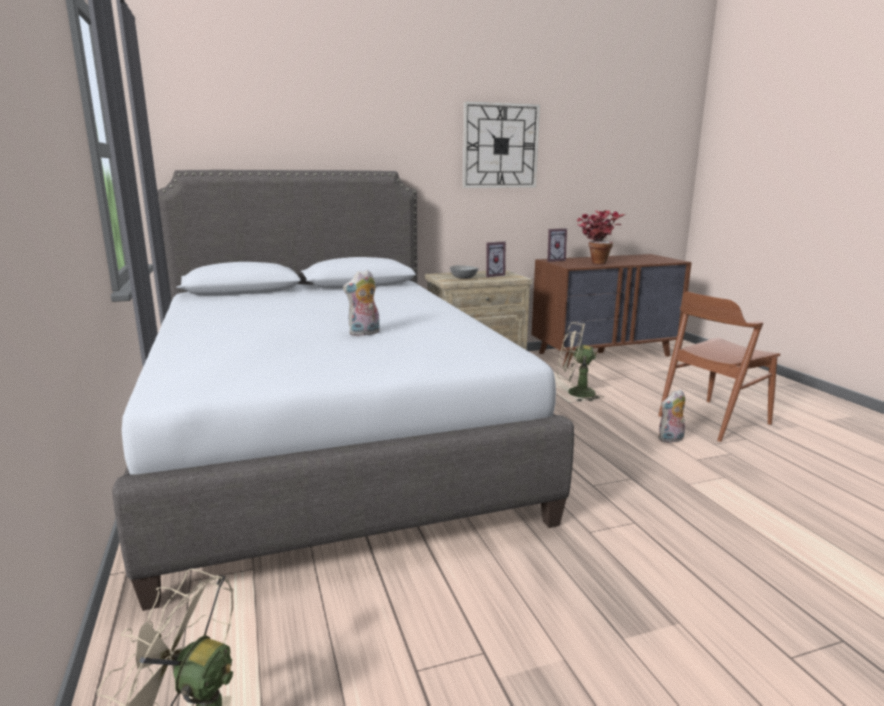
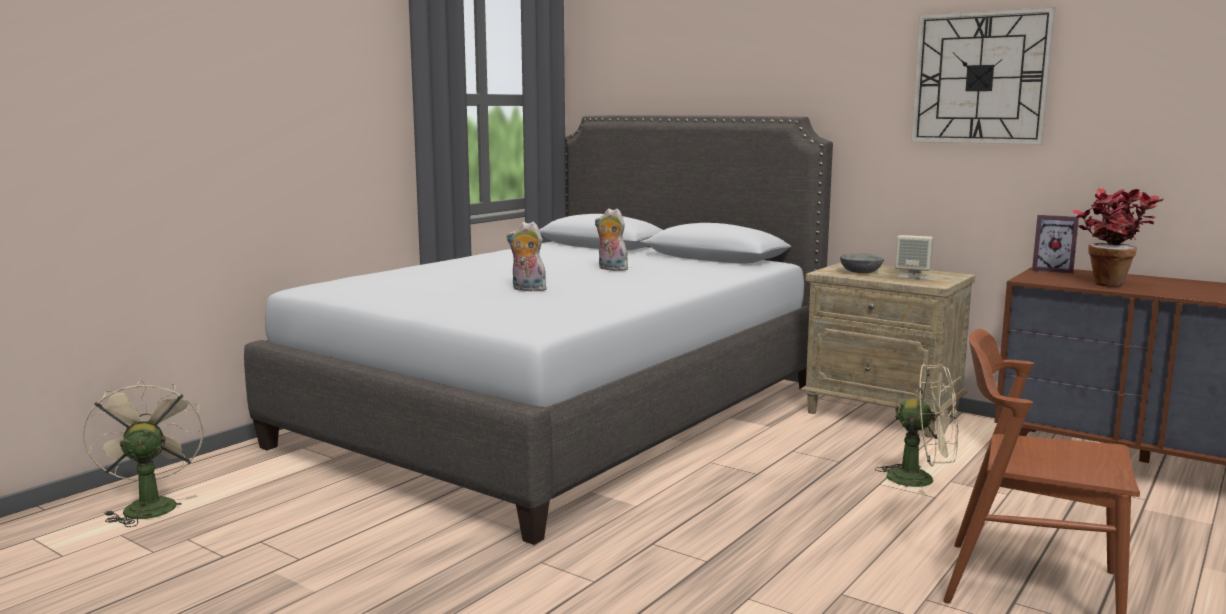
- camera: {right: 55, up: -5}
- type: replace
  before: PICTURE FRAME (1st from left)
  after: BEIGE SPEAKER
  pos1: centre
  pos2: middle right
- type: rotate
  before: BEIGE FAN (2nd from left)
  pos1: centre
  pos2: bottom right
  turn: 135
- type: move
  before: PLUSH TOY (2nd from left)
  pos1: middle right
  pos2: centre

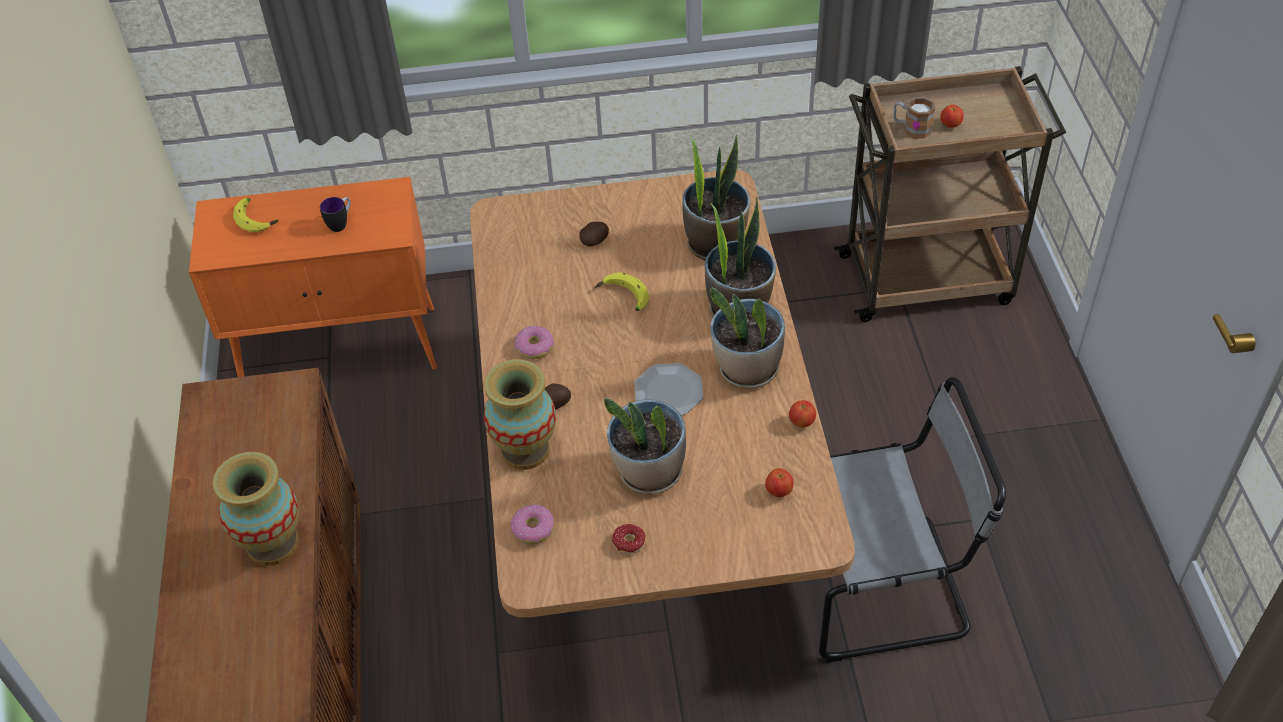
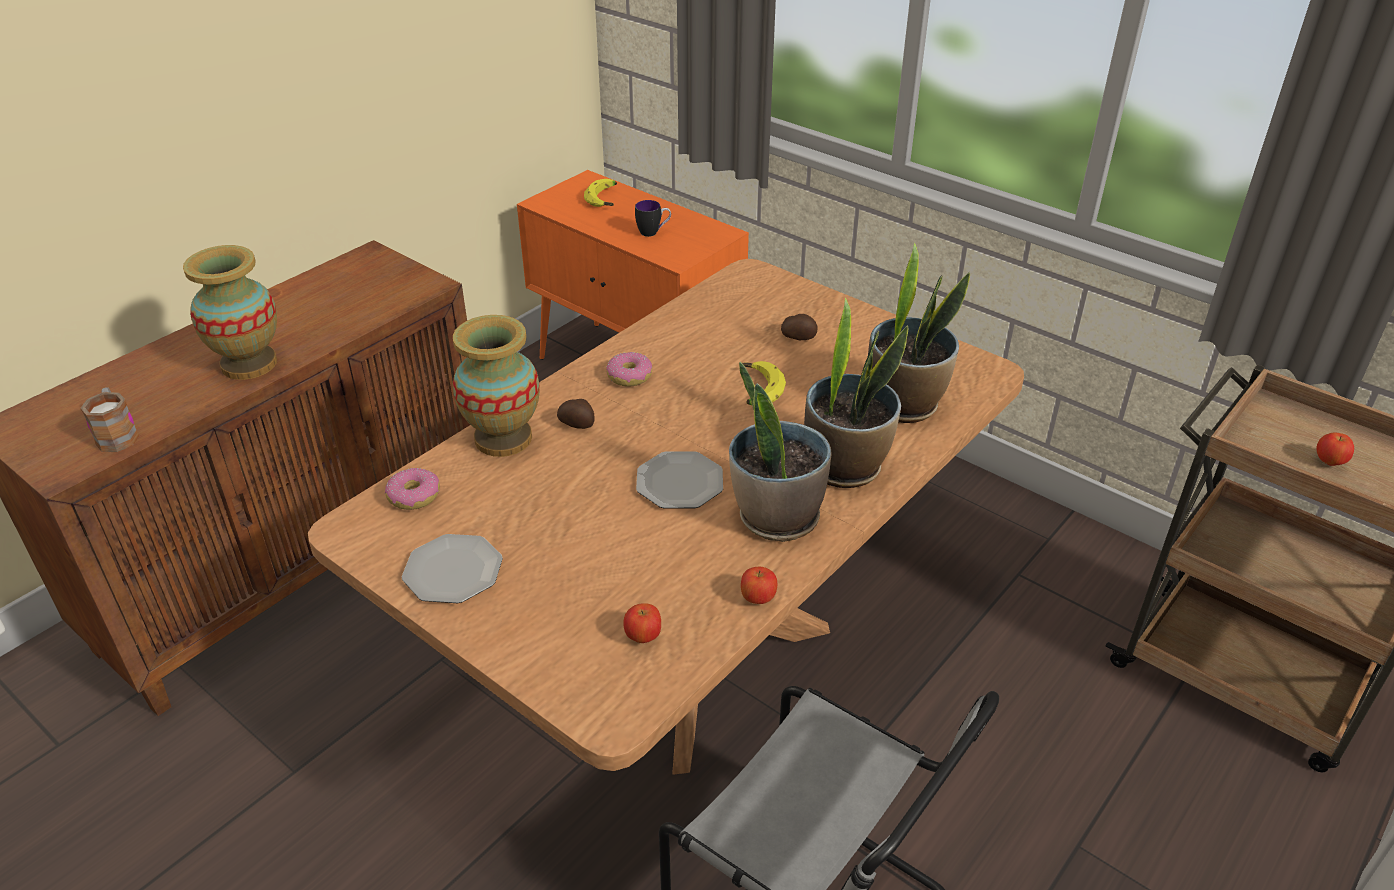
- camera: {right: 45, up: -10}
- type: delete
  before: POTTED PLANT (1st from left)
  pos1: centre
- type: replace
  before: DONUT (3rd from left)
  after: PLATE (1st from left)
  pos1: bottom centre
  pos2: middle left
- type: move
  before: MUG (2nd from left in the first image)
  after: MUG (1st from left)
  pos1: top right
  pos2: middle left

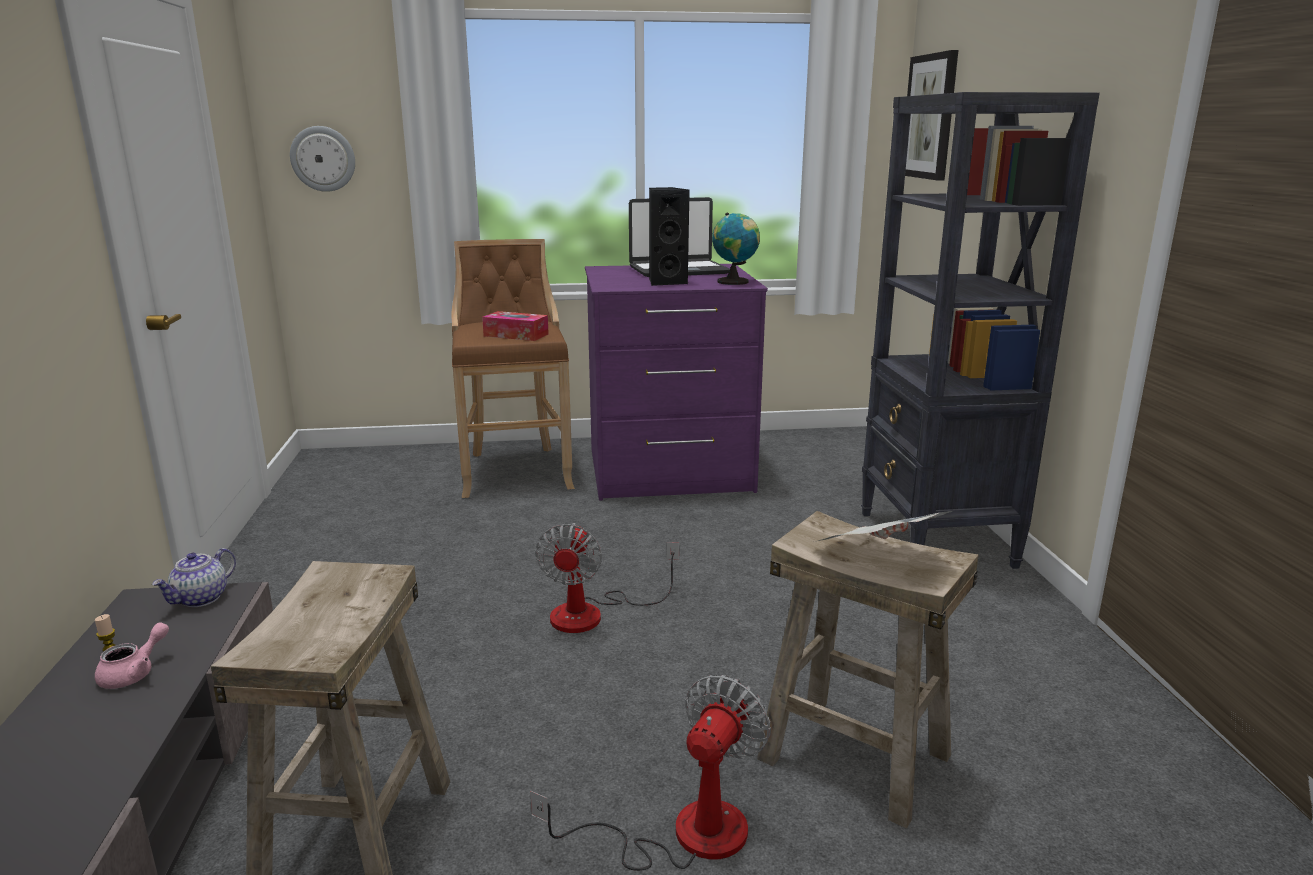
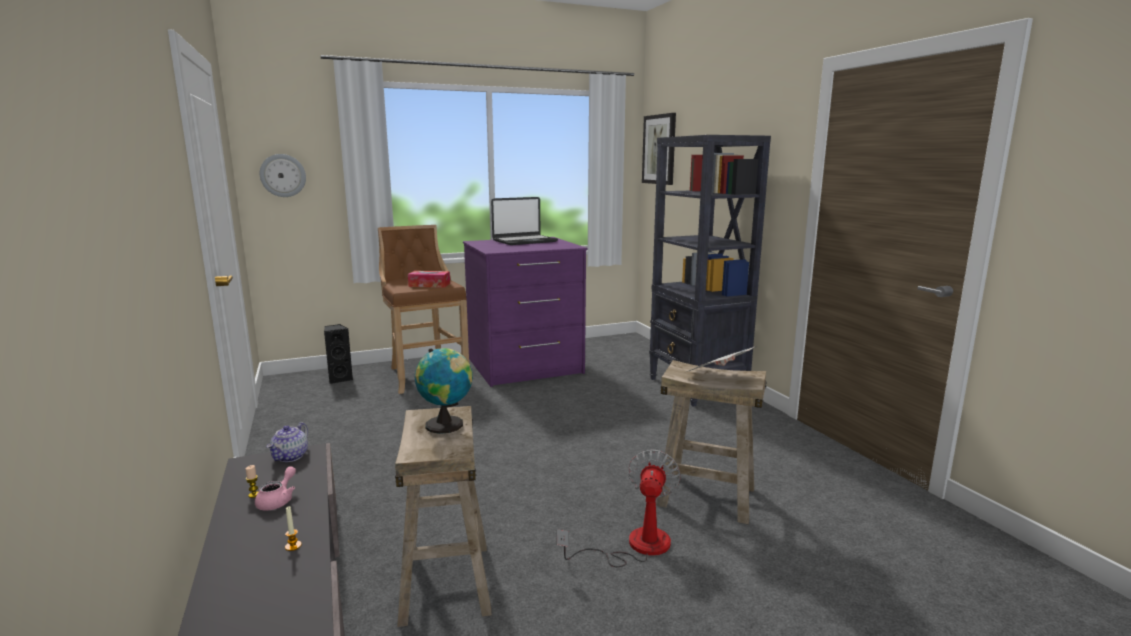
- camera: {right: -15, up: -5}
- type: delete
  before: FAN (1st from left)
  pos1: centre
- type: move
  before: BLACK SPEAKER
  pos1: top centre
  pos2: middle left
- type: move
  before: GLOBE
  pos1: top centre
  pos2: centre
- type: insert
  after: CANDLE (2nd from left)
  pos2: bottom left

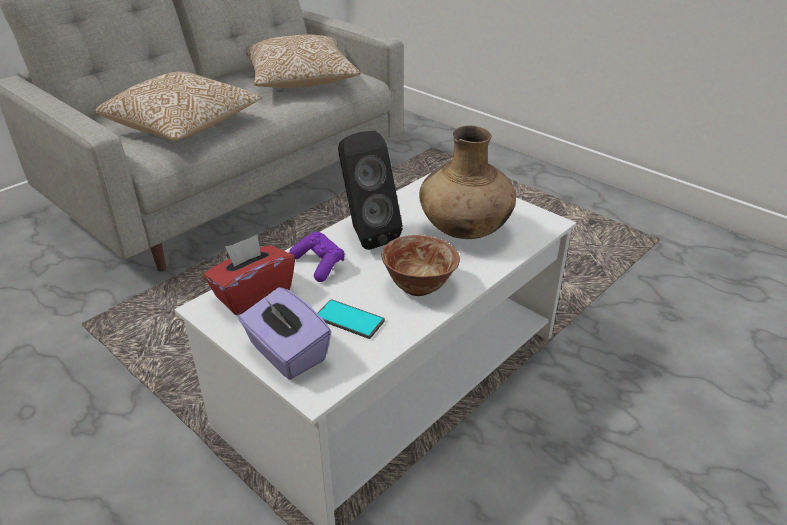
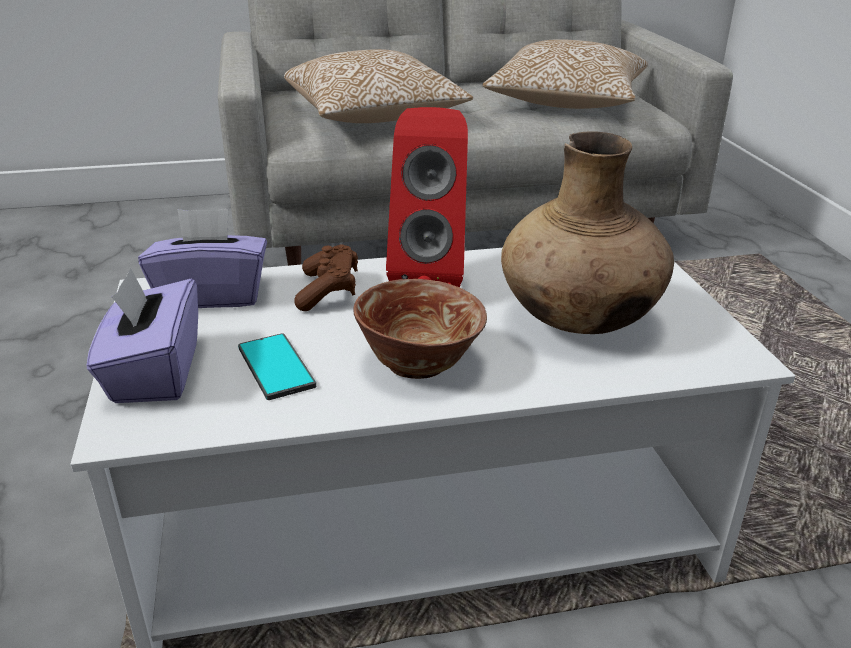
- camera: {right: 35, up: -5}
- type: recolor
  before: RED TISSUE BOX
  after: PURPLE TISSUE BOX (2nd from left)
  pos1: middle left
  pos2: middle left
- type: recolor
  before: PURPLE GAME CONTROLLER
  after: BROWN GAME CONTROLLER
  pos1: centre
  pos2: centre
- type: recolor
  before: BLACK SPEAKER
  after: RED SPEAKER
  pos1: centre
  pos2: top centre

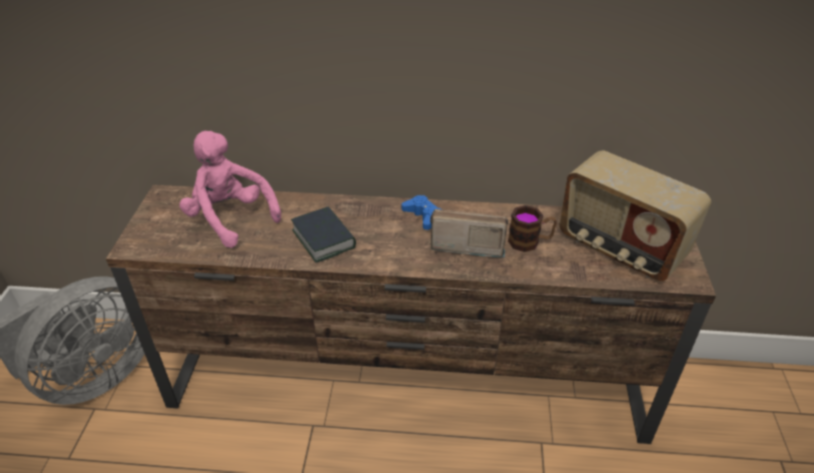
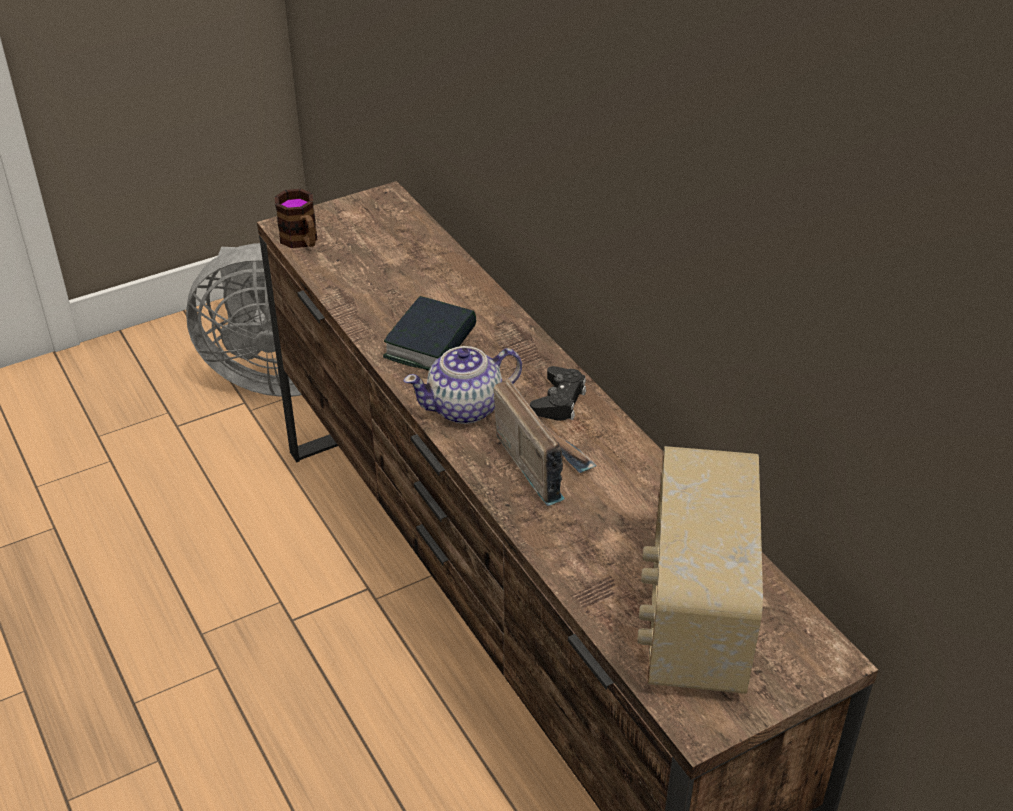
- camera: {right: 55, up: 0}
- type: delete
  before: PINK PLUSH TOY
  pos1: middle left
- type: recolor
  before: BLUE GAME CONTROLLER
  after: BLACK GAME CONTROLLER
  pos1: centre
  pos2: centre
- type: move
  before: MUG
  pos1: centre
  pos2: top left
- type: insert
  after: TEAPOT
  pos2: centre

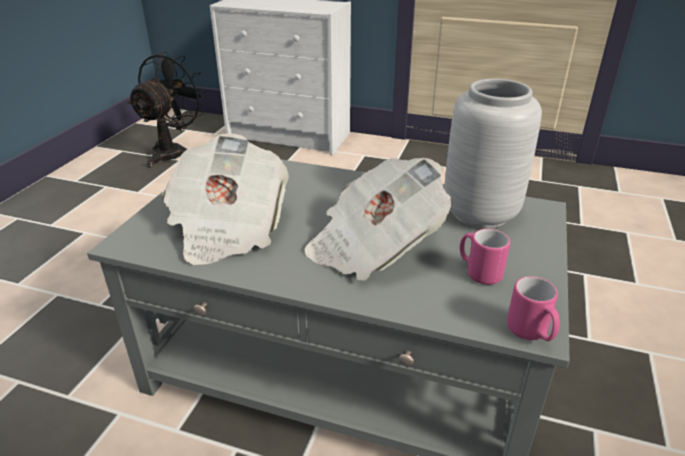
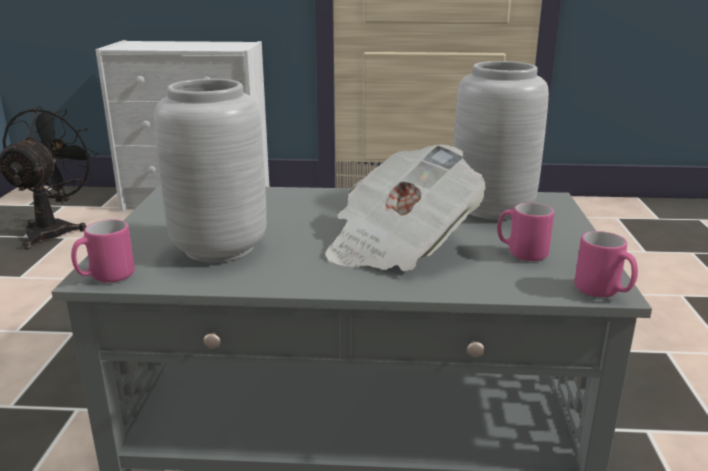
- camera: {right: -15, up: -10}
- type: replace
  before: NEWSPAPER (1st from left)
  after: GREY VASE (1st from left)
  pos1: middle left
  pos2: middle left
- type: insert
  after: PINK MUG (1st from left)
  pos2: middle left

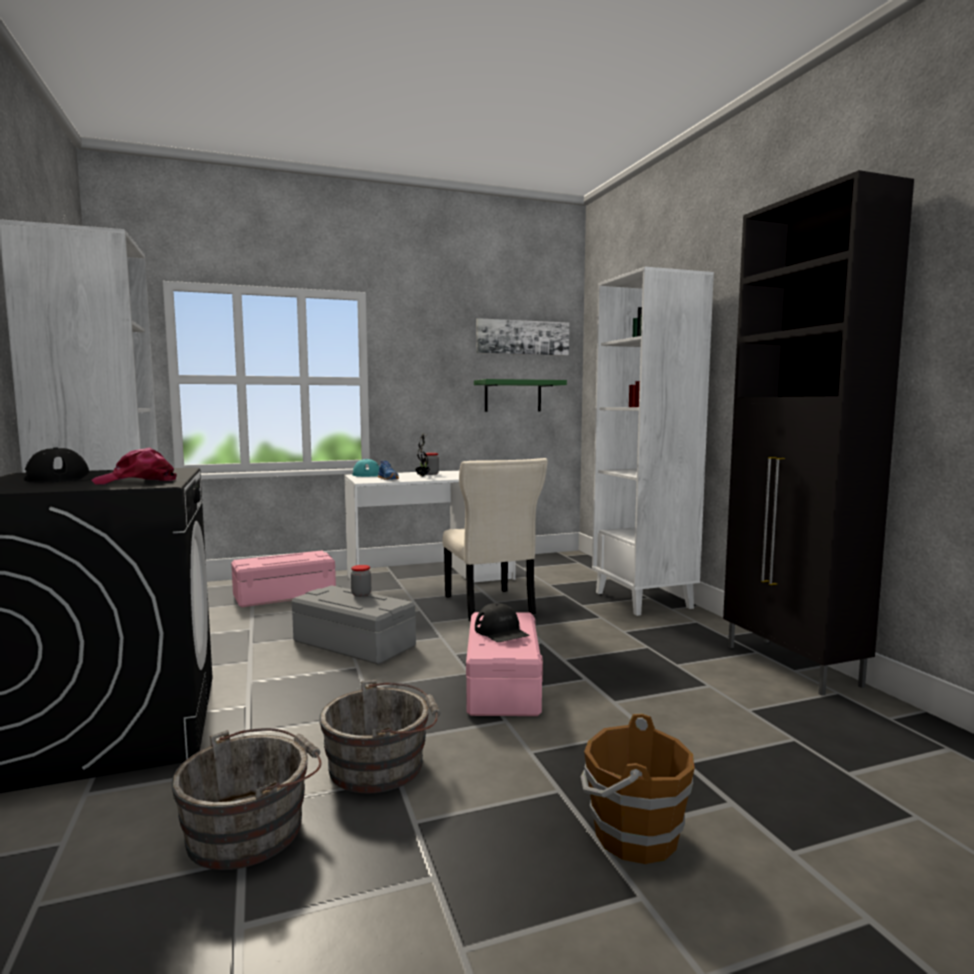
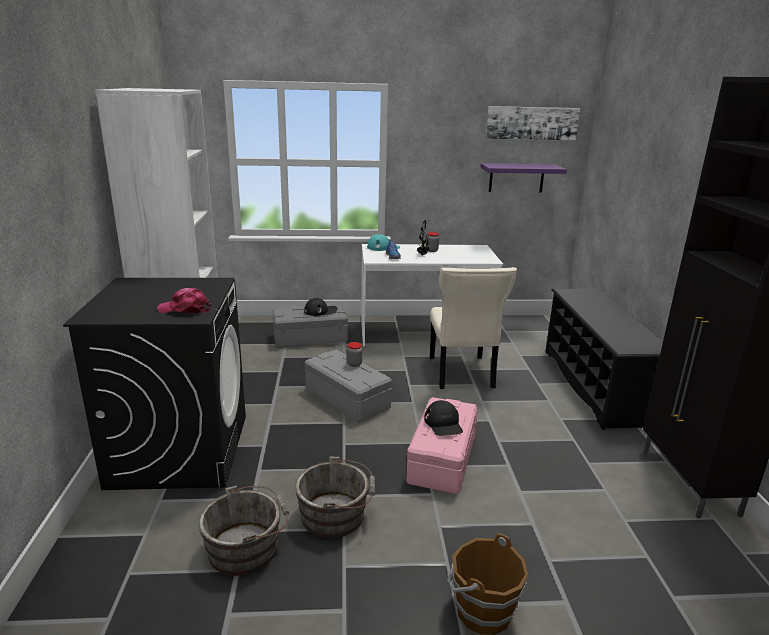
- camera: {right: 15, up: 15}
- type: move
  before: BLACK CAP (1st from left)
  pos1: middle left
  pos2: centre
- type: recolor
  before: PINK STORAGE BOX (1st from left)
  after: GREY STORAGE BOX (1st from left)
  pos1: middle left
  pos2: centre
- type: recolor
  before: GREEN SHELF
  after: PURPLE SHELF
  pos1: centre
  pos2: top right
- type: replace
  before: WHITE BOOKCASE (2nd from left)
  after: BLACK SHOE RACK
  pos1: middle right
  pos2: middle right

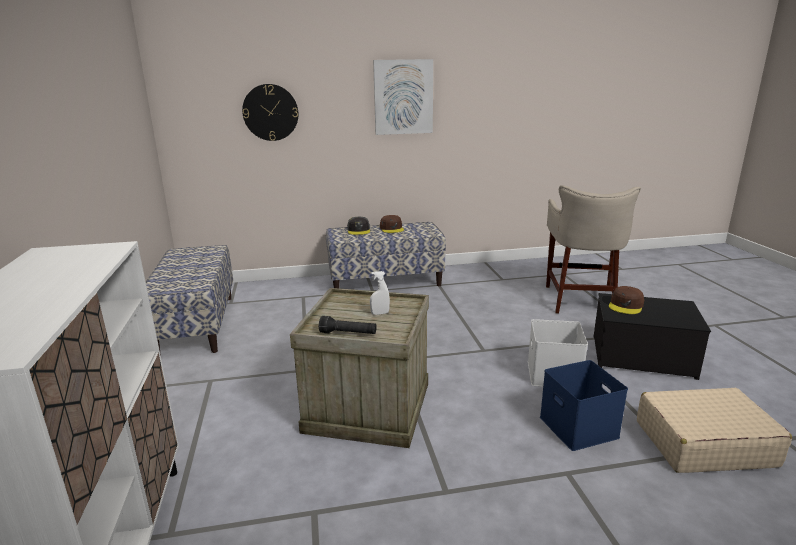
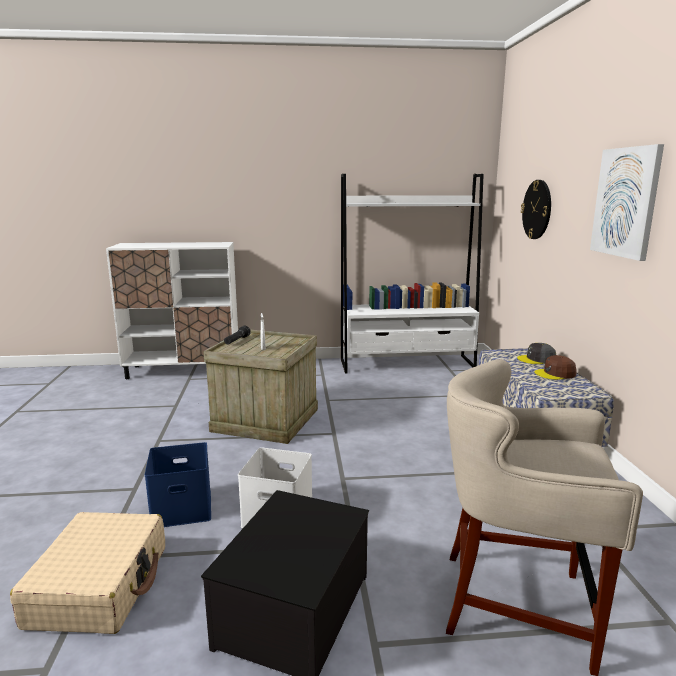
- camera: {right: 95, up: -5}
- type: replace
  before: BENCH (1st from left)
  after: WHITE BOOKCASE
  pos1: middle left
  pos2: centre
- type: delete
  before: BROWN CAP (2nd from left)
  pos1: middle right

